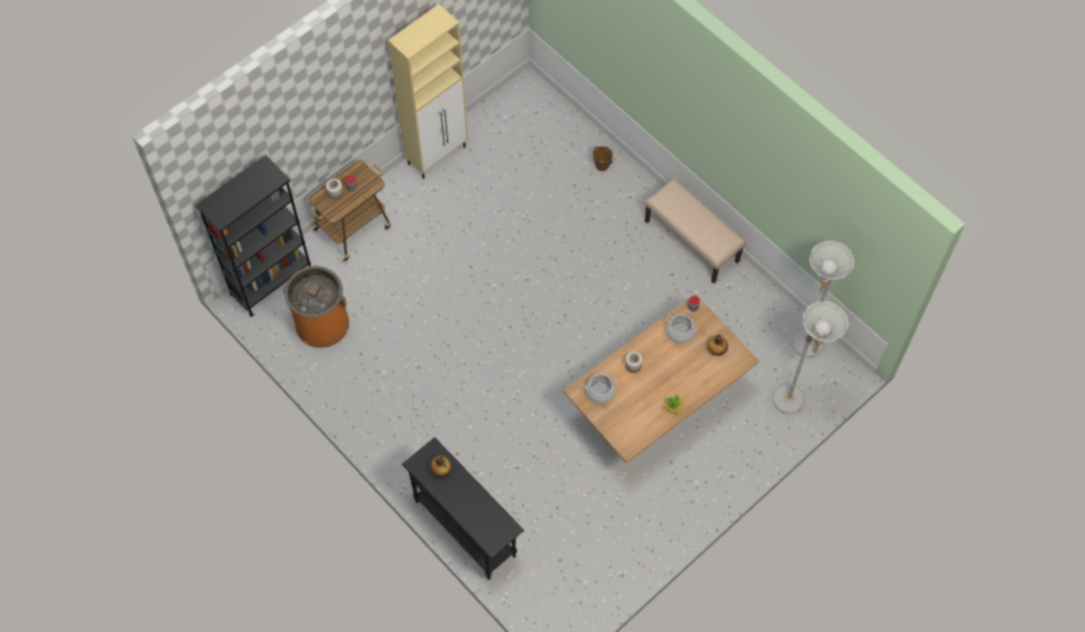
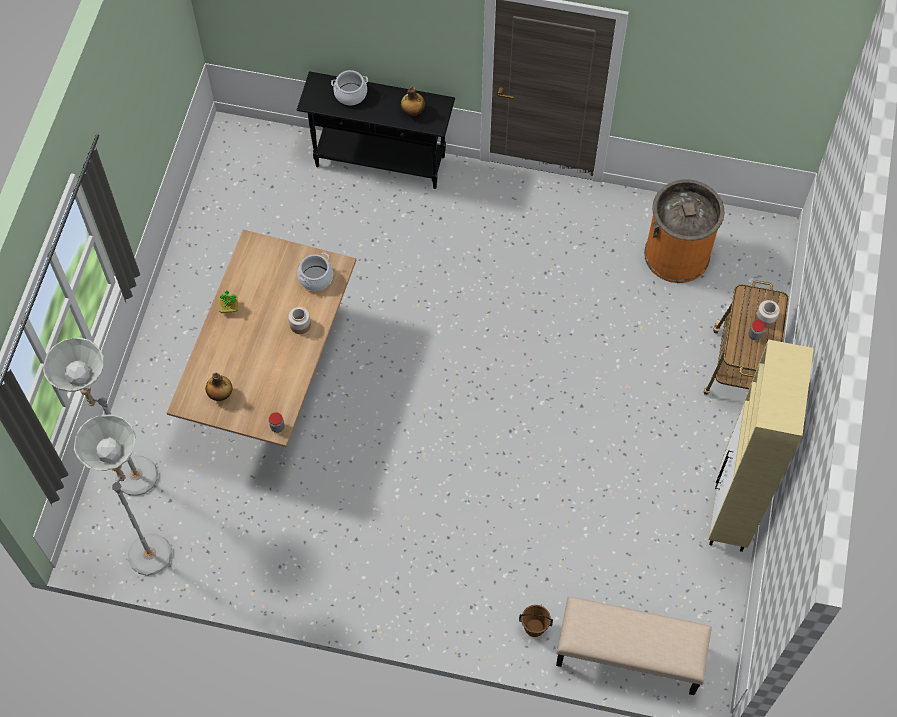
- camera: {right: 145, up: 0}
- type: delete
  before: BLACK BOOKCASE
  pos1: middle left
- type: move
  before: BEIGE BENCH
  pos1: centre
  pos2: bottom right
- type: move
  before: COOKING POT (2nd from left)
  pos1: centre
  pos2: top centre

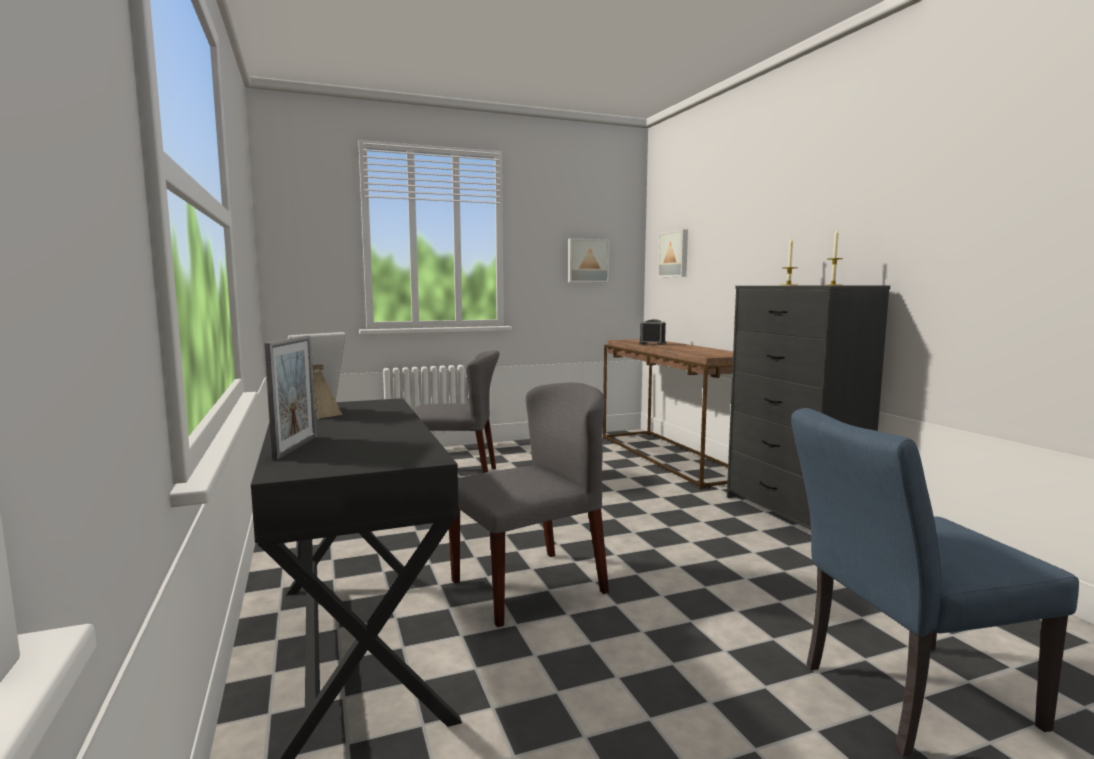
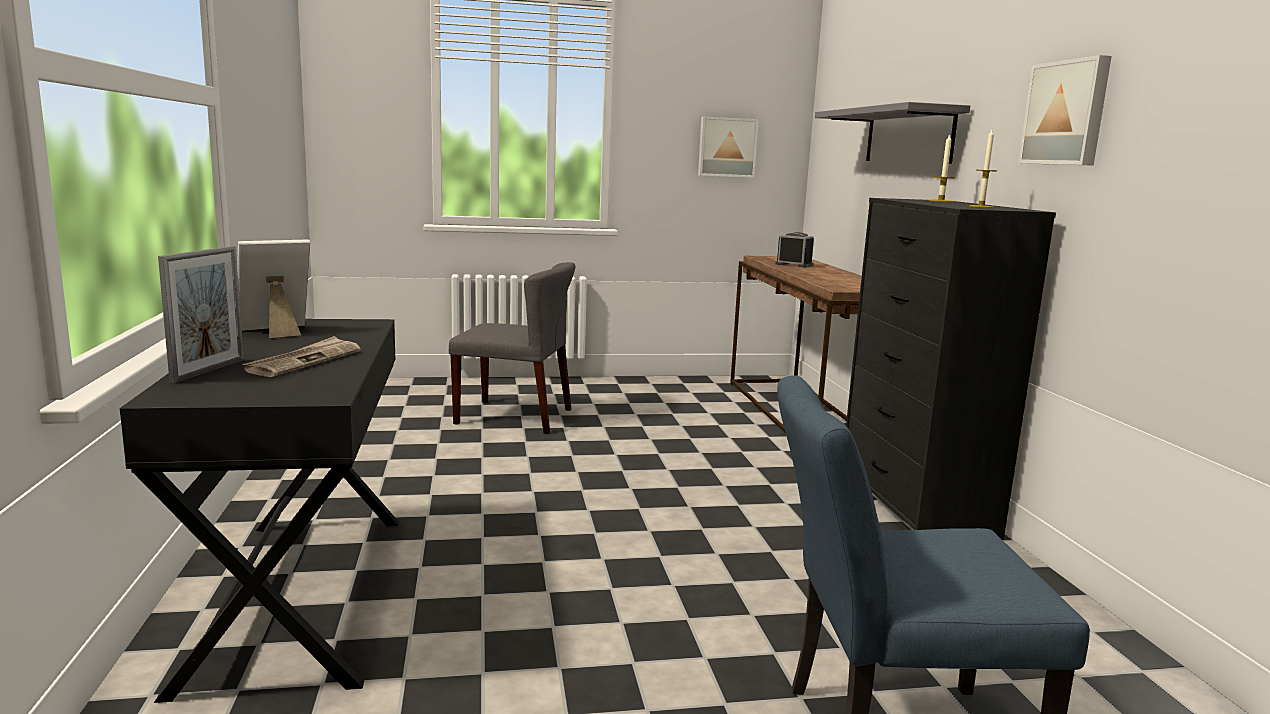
- camera: {right: 10, up: 5}
- type: delete
  before: GREY CHAIR (2nd from left)
  pos1: centre
- type: move
  before: PICTURE (2nd from left)
  pos1: centre
  pos2: top right
- type: insert
  after: NEWSPAPER
  pos2: middle left
- type: insert
  after: GREY SHELF
  pos2: top right

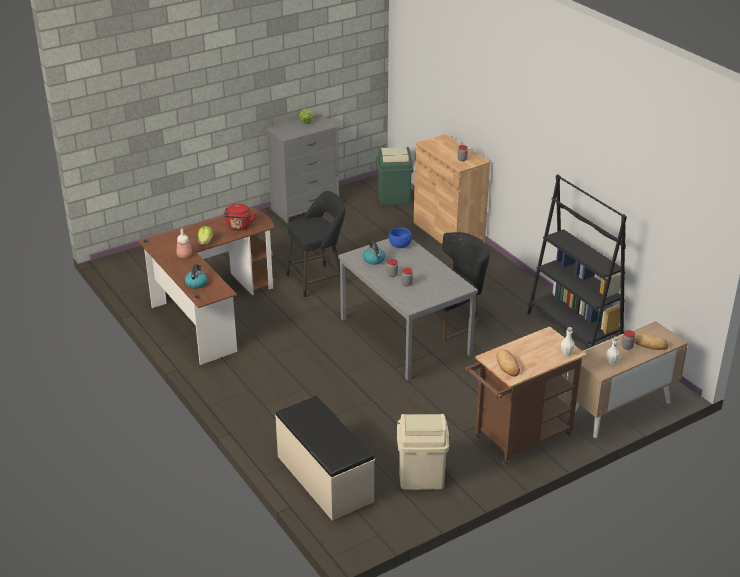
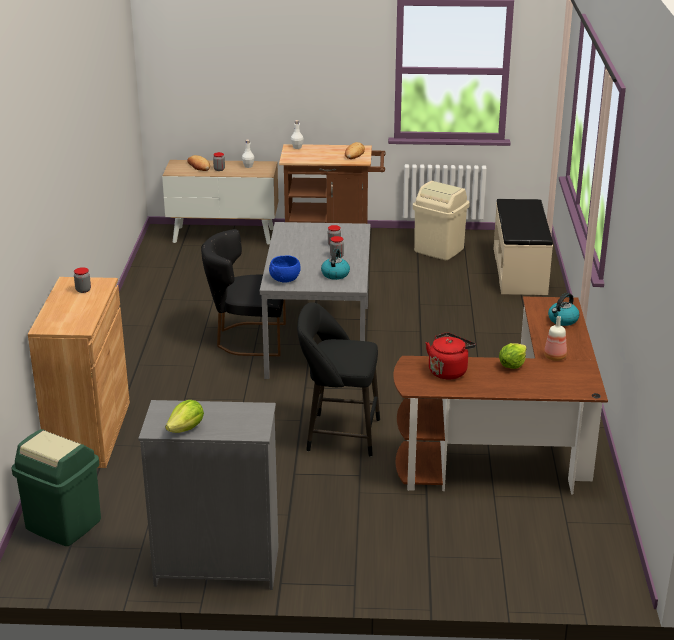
- camera: {right: -145, up: -5}
- type: delete
  before: BLACK BOOKCASE
  pos1: middle right

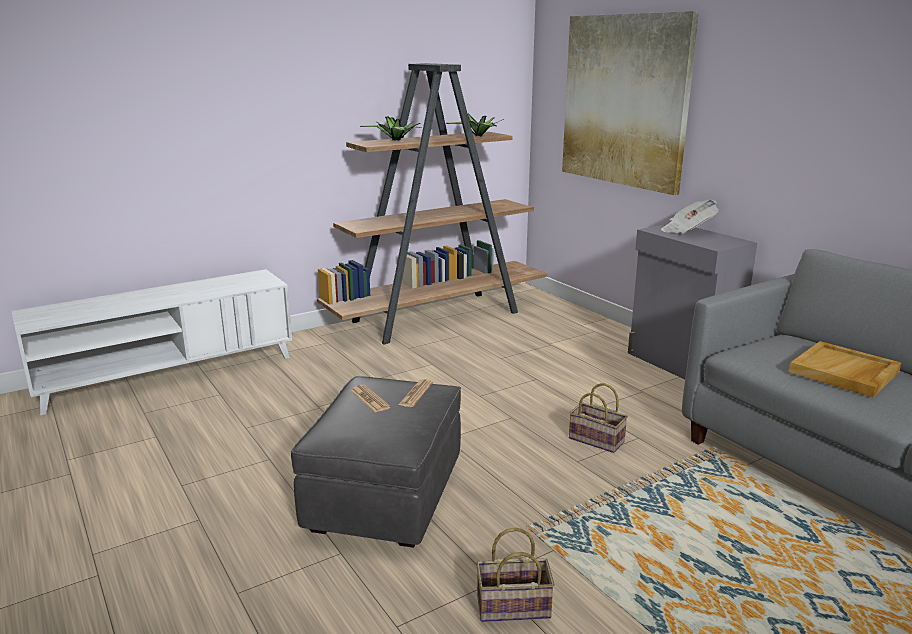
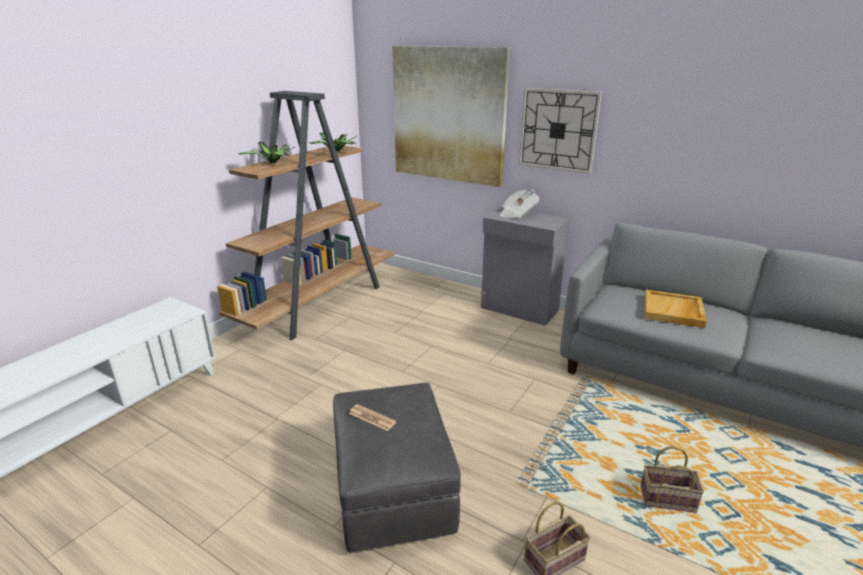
- camera: {right: -25, up: 5}
- type: delete
  before: NEWSPAPER (2nd from left)
  pos1: centre
- type: move
  before: BASKET (2nd from left)
  pos1: centre
  pos2: bottom right
- type: insert
  after: WALL CLOCK
  pos2: top centre

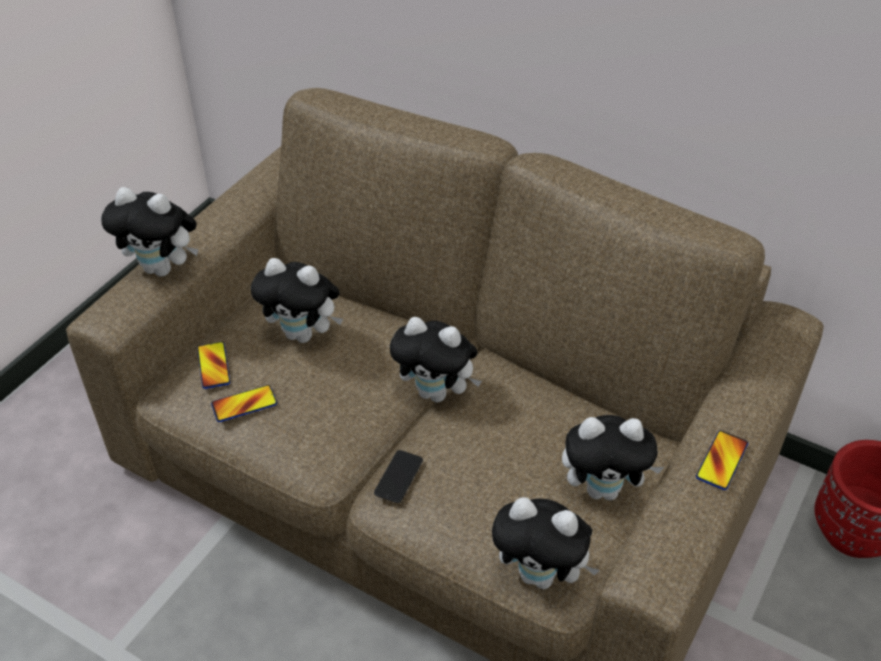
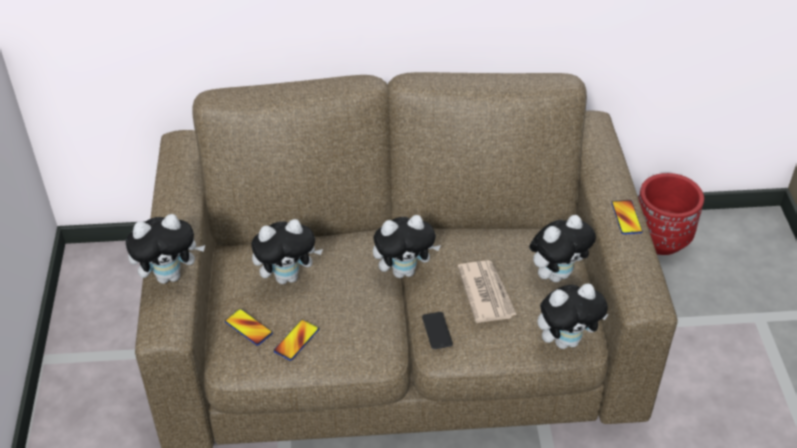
- camera: {right: -35, up: 0}
- type: insert
  after: NEWSPAPER
  pos2: centre

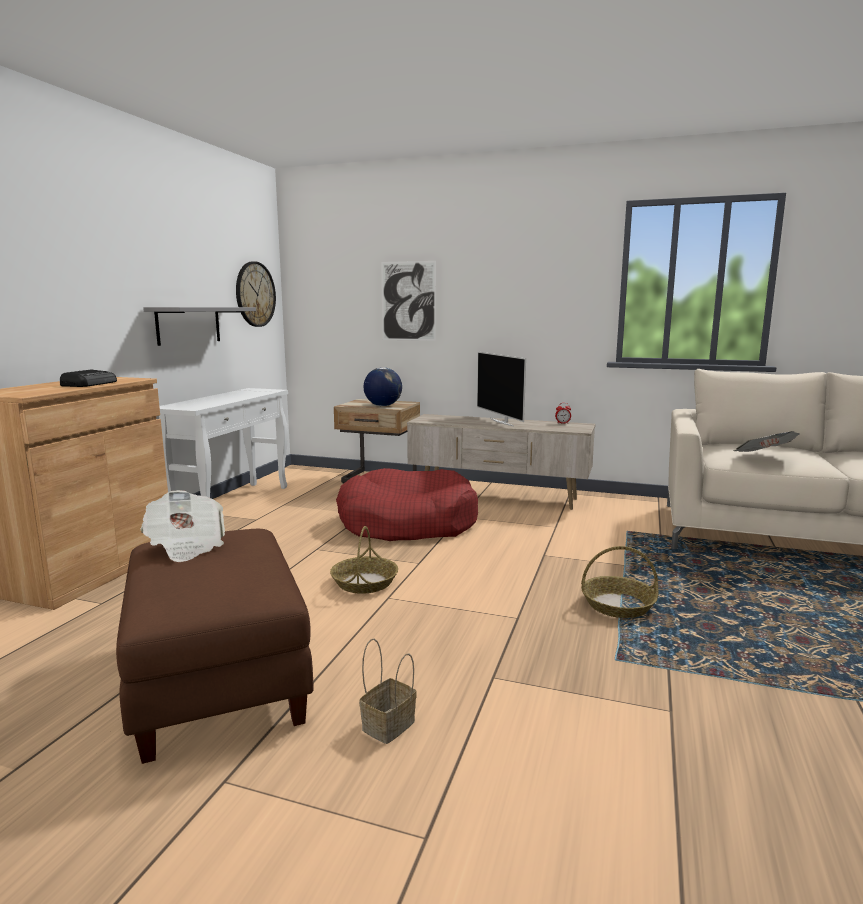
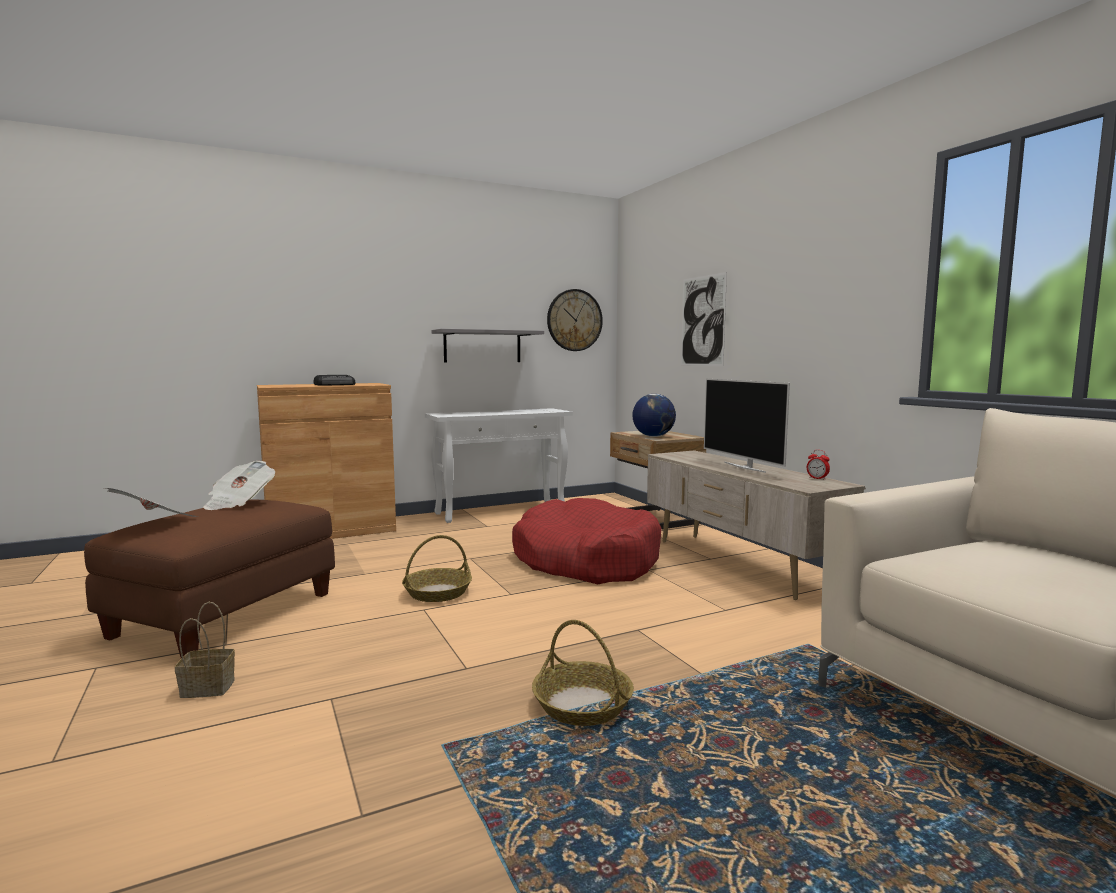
- camera: {right: 45, up: -5}
- type: rotate
  before: TELEVISION
  pos1: centre
  pos2: middle right
  turn: -45
- type: move
  before: NEWSPAPER (2nd from left in the first image)
  after: NEWSPAPER (1st from left)
  pos1: middle right
  pos2: middle left

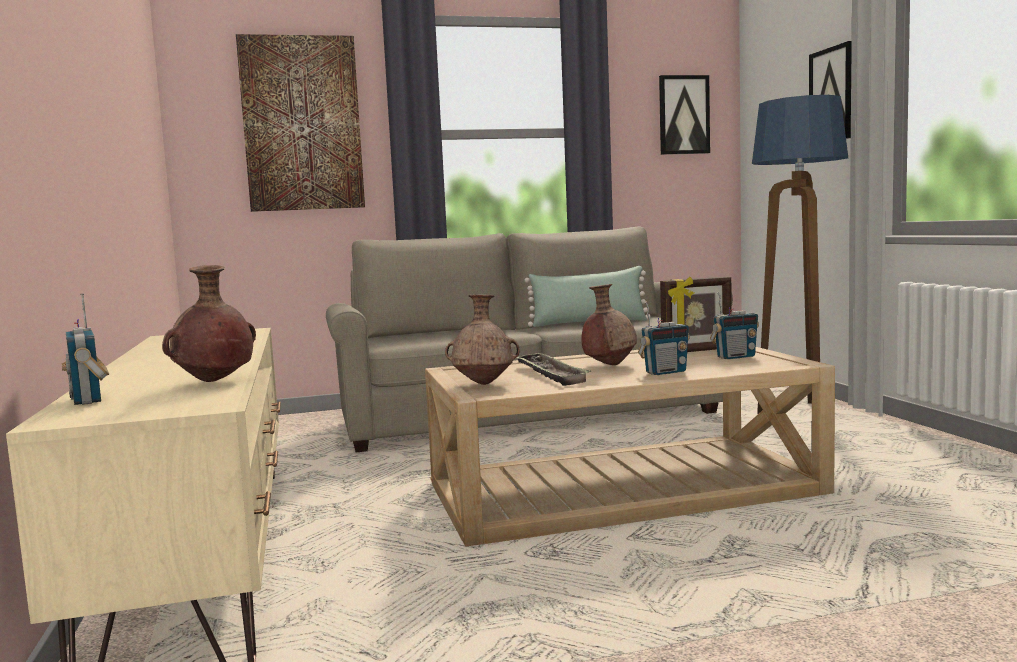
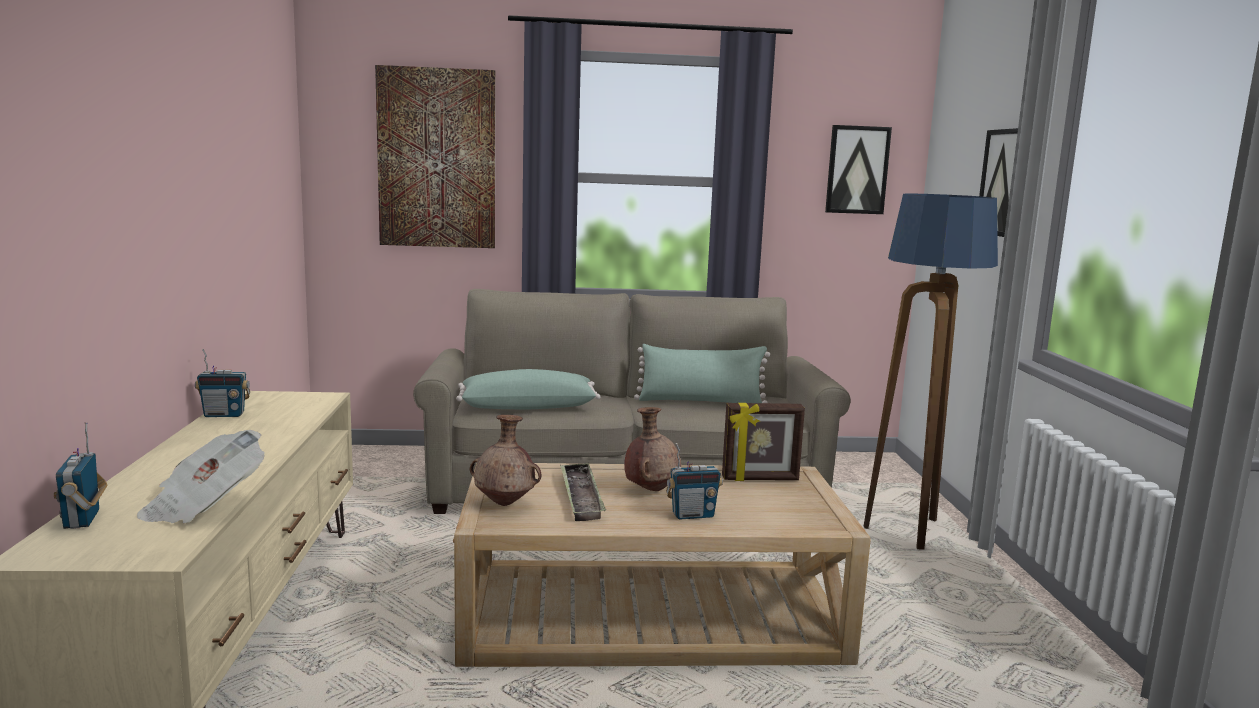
- camera: {right: 10, up: 5}
- type: replace
  before: BROWN VASE (1st from left)
  after: NEWSPAPER
  pos1: middle left
  pos2: bottom left
- type: move
  before: RADIO (3rd from left in the first image)
  after: RADIO (2nd from left)
  pos1: middle right
  pos2: middle left
- type: insert
  after: GREEN PILLOW (1st from left)
  pos2: centre

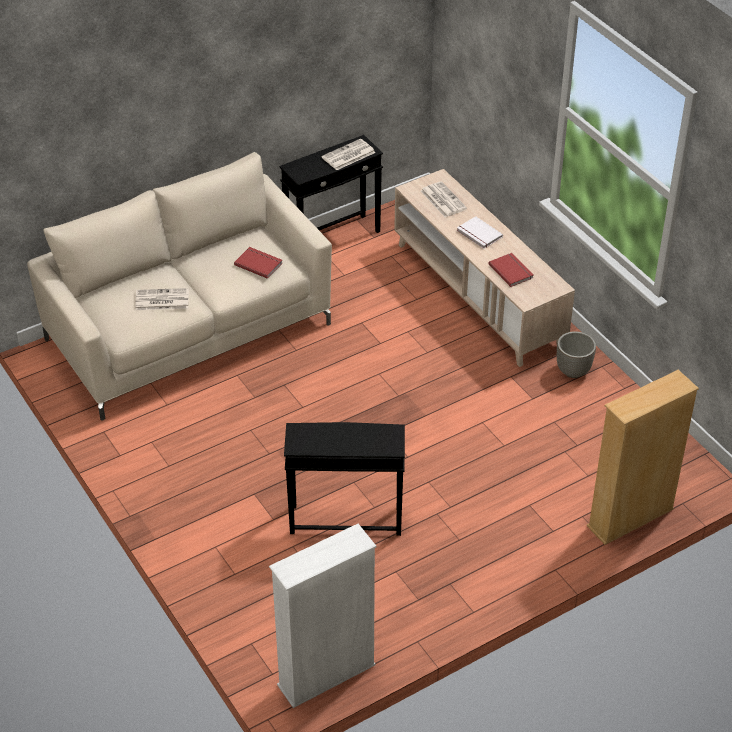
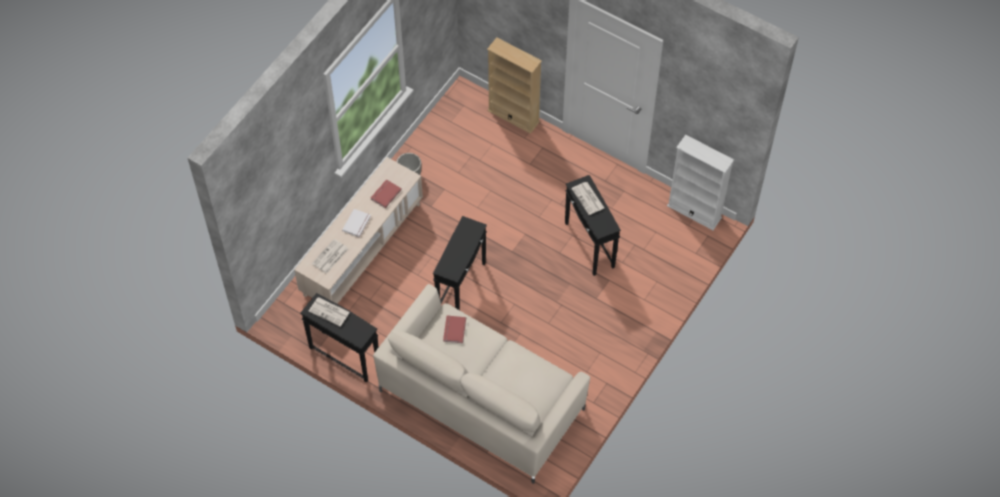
- camera: {right: -115, up: 15}
- type: move
  before: NEWSPAPER (1st from left in the first image)
  after: NEWSPAPER (3rd from left)
  pos1: middle left
  pos2: centre
- type: insert
  after: BLACK SIDE TABLE (2nd from left)
  pos2: centre

